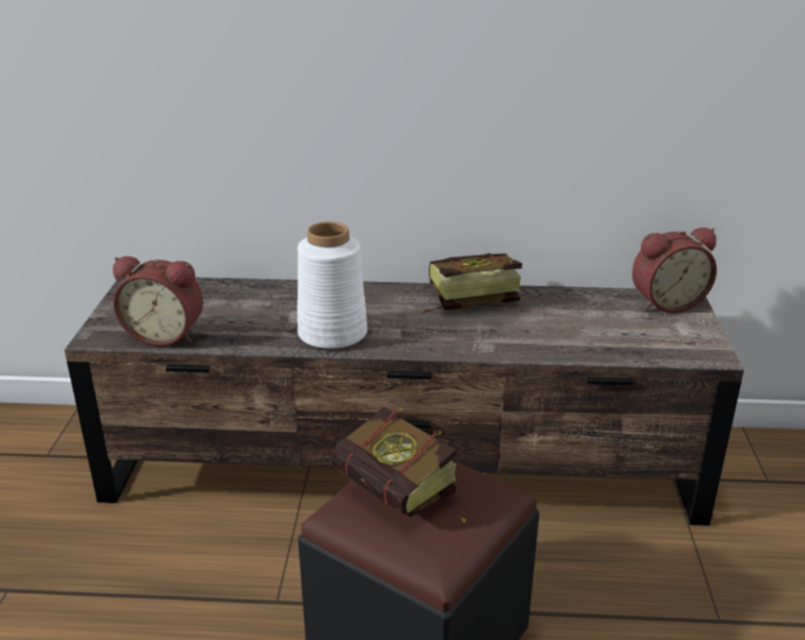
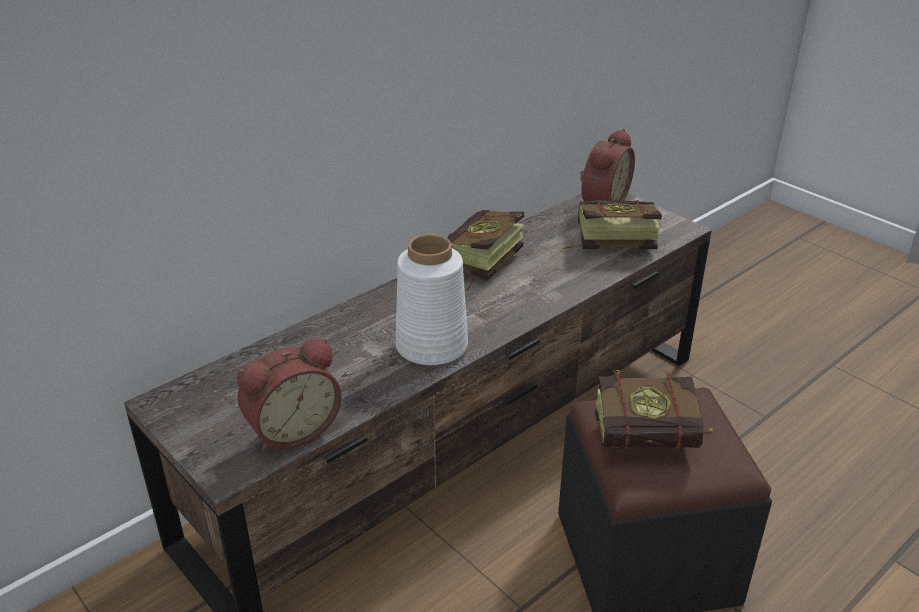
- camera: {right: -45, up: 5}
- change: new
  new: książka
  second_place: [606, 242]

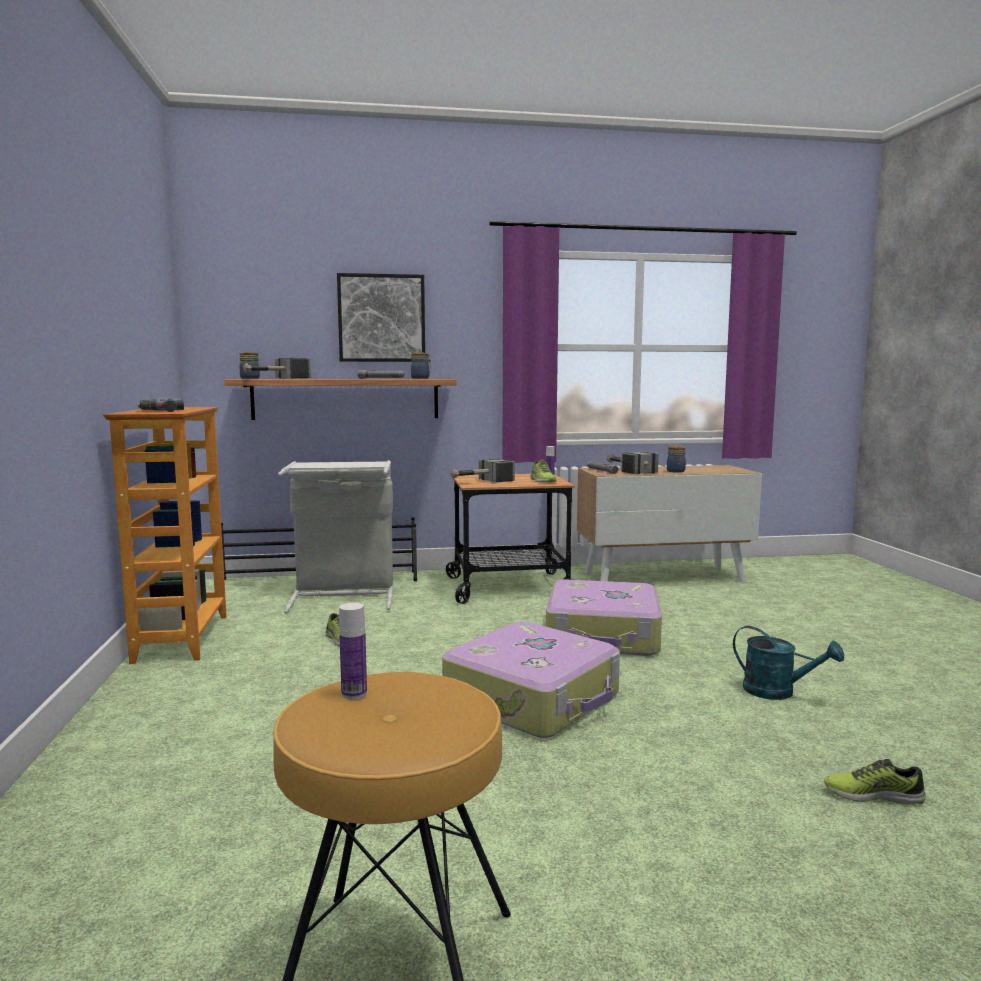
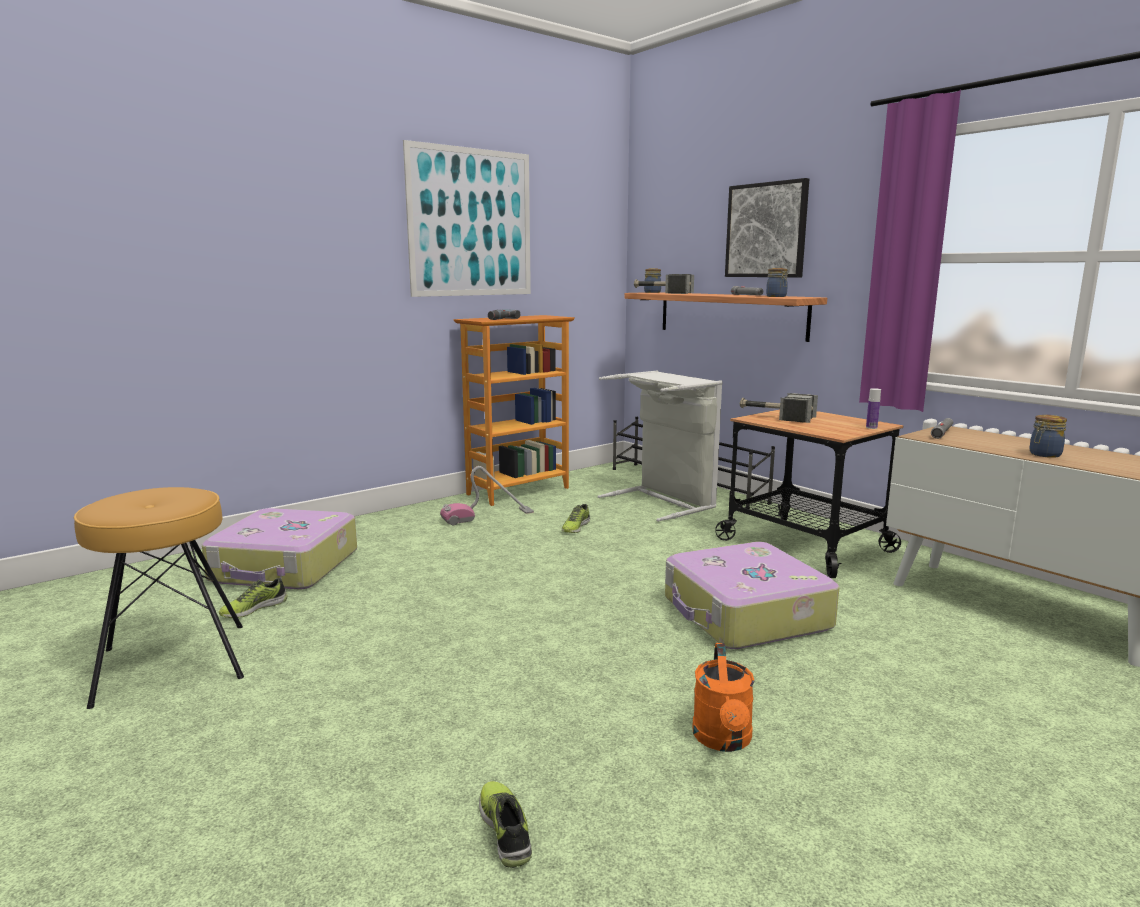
- camera: {right: 60, up: 5}
- change: gone
  old: młotek
  first_place: [628, 470]
- change: shifted
  old: but
  first_place: [542, 481]
  second_place: [254, 608]
- change: gone
  old: butelka
  first_place: [354, 693]
- change: shifted
  old: walizka
  first_place: [534, 698]
  second_place: [285, 567]
- change: repainted
  old: konewka (turkusowy)
  new: konewka (pomarańczowy)
  first_place: [778, 692]
  second_place: [723, 740]
- change: new
  new: obraz
  second_place: [471, 223]
- change: new
  new: odkurzacz
  second_place: [487, 516]

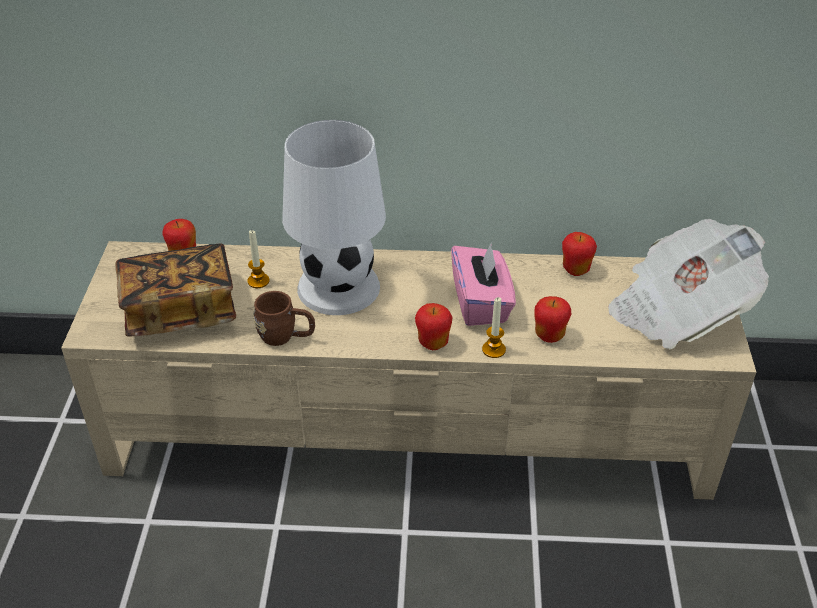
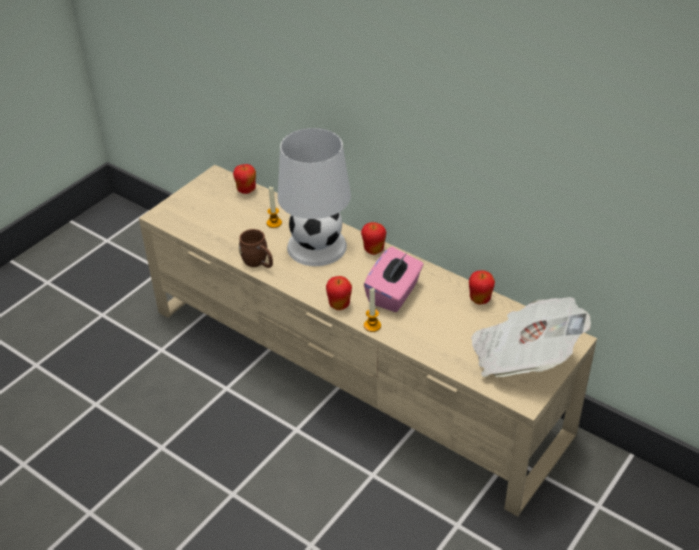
- camera: {right: 35, up: 0}
- change: gone
  old: książka
  first_place: [180, 310]
- change: shifted
  old: jabłko
  first_place: [549, 335]
  second_place: [373, 250]

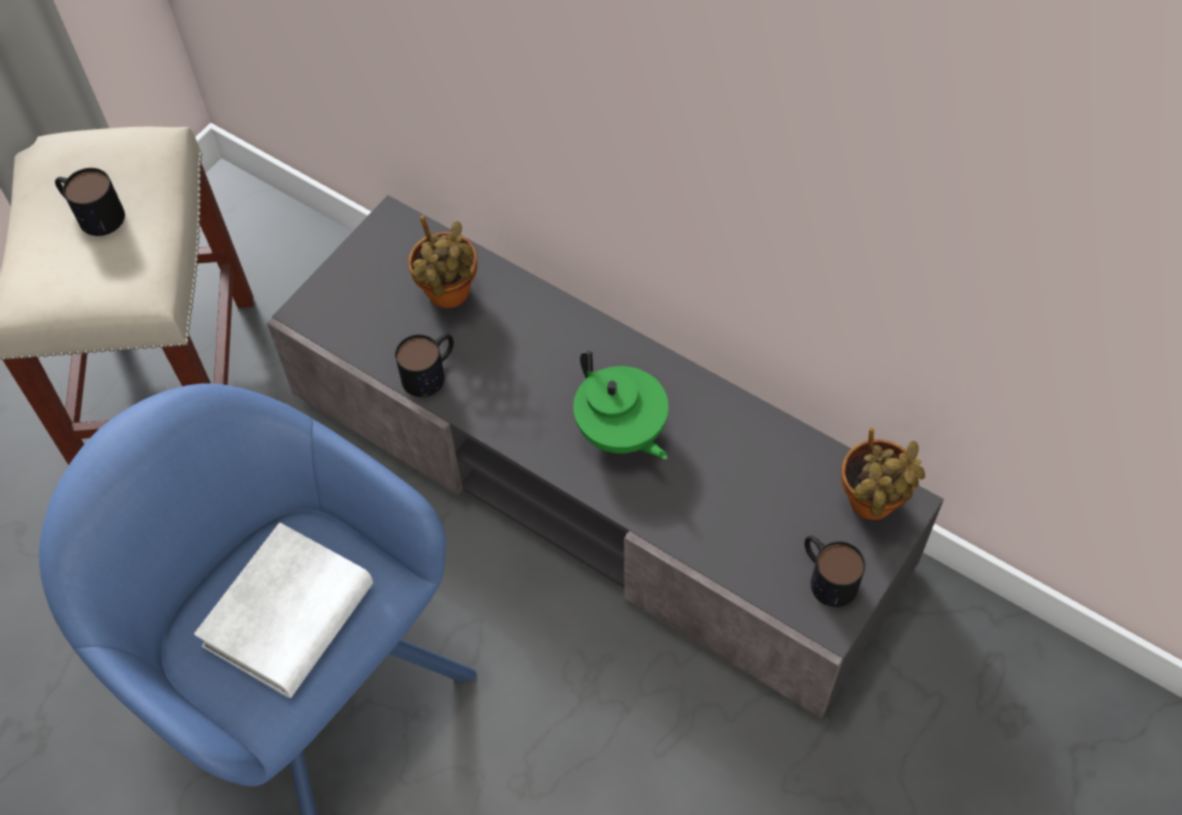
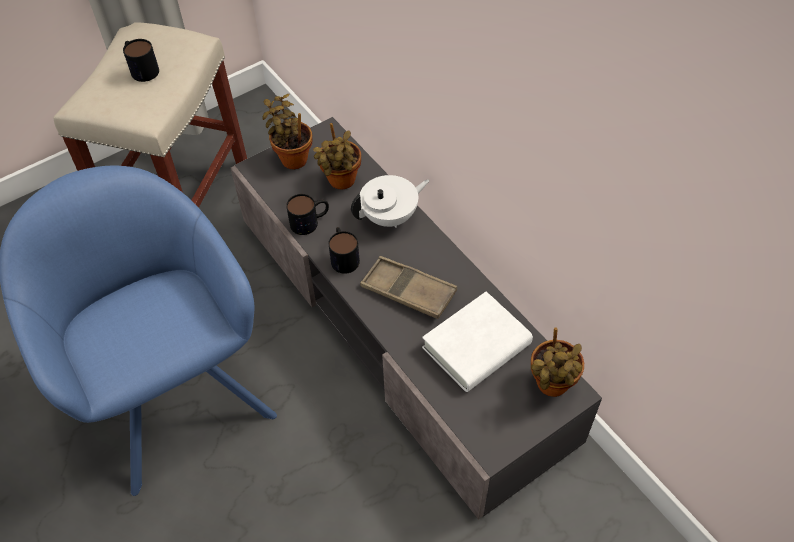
- camera: {right: 20, up: -5}
- change: swapped
  old: imbryk (zielony)
  new: taca (brązowy)
  first_place: [621, 433]
  second_place: [408, 291]
- change: shifted
  old: książka (biały)
  first_place: [289, 616]
  second_place: [476, 346]
- change: shifted
  old: kubek
  first_place: [826, 576]
  second_place: [343, 256]
- change: new
  new: roślina doniczkowa
  second_place: [292, 158]
- change: new
  new: imbryk (biały)
  second_place: [390, 217]

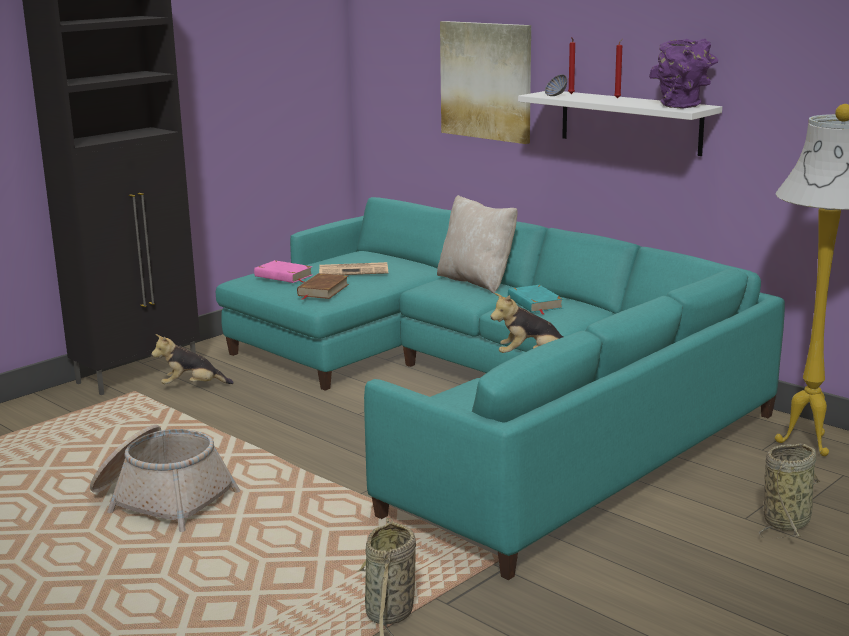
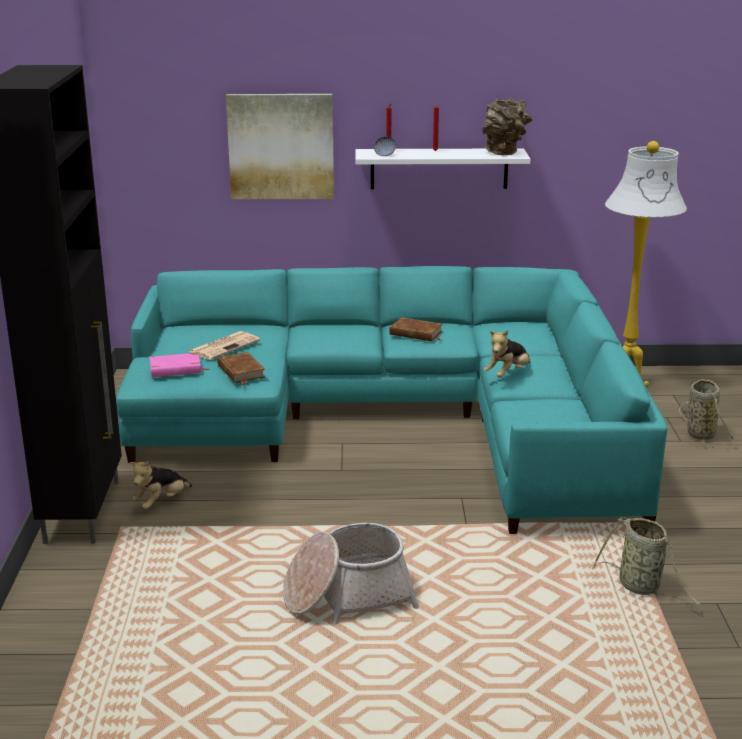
- camera: {right: -45, up: 5}
- change: repainted
  old: wazon (fioletowy)
  new: wazon (brązowy)
  first_place: [683, 106]
  second_place: [505, 152]
- change: gone
  old: poduszka (beżowy)
  first_place: [476, 281]
- change: repainted
  old: książka (turkusowy)
  new: książka (brązowy)
  first_place: [535, 303]
  second_place: [416, 333]

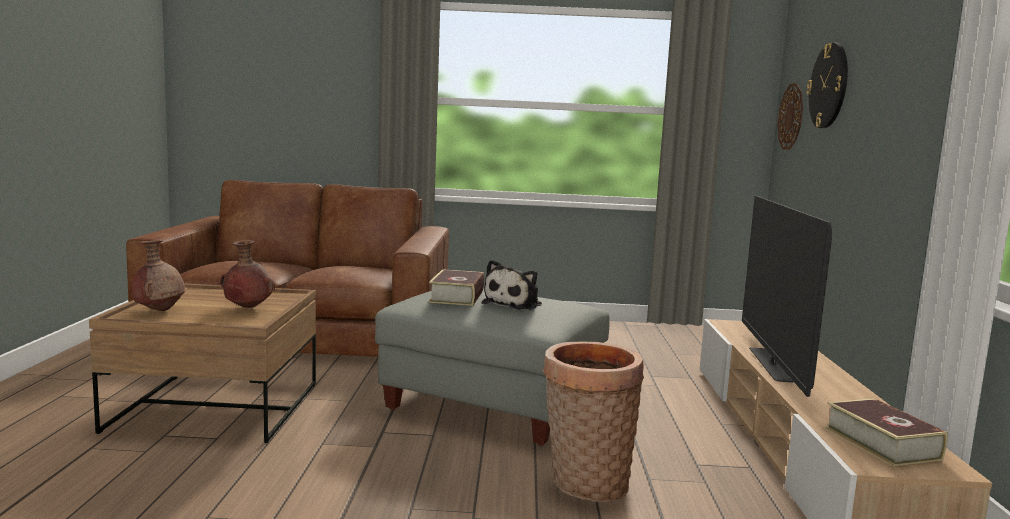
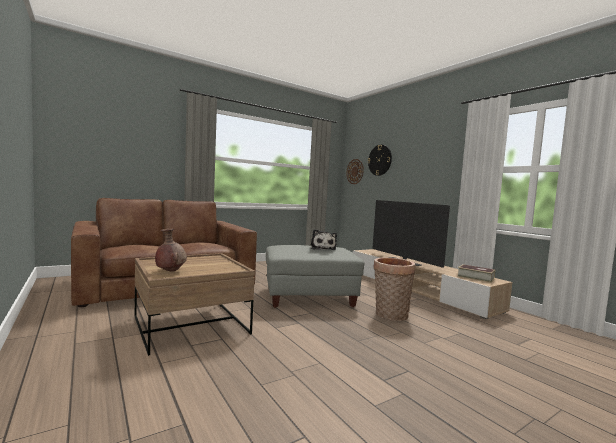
- camera: {right: -35, up: -5}
- change: gone
  old: wazon (brązowy)
  first_place: [247, 308]
- change: gone
  old: książka
  first_place: [457, 296]

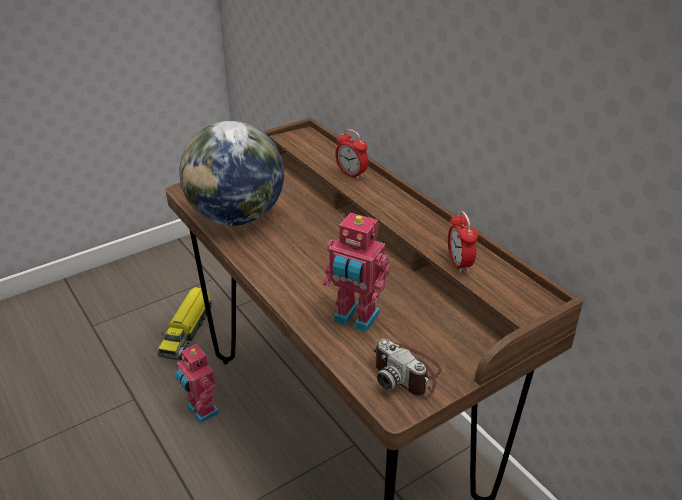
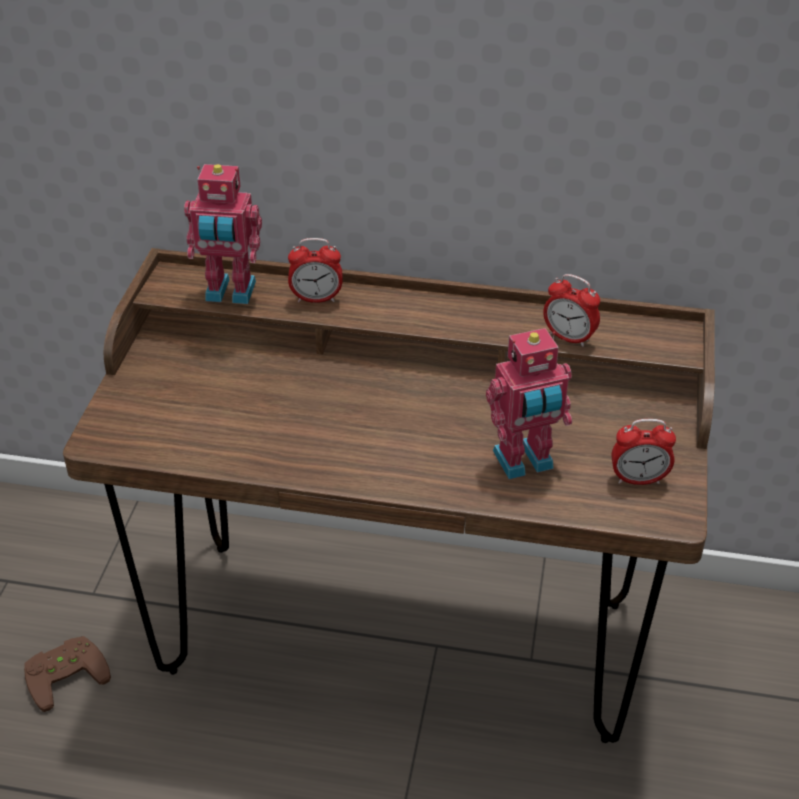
- camera: {right: -45, up: 5}
- change: gone
  old: globus
  first_place: [237, 217]
- change: swapped
  old: ciężarówka zabawkowa
  new: pad do gier (brązowy)
  first_place: [187, 331]
  second_place: [65, 672]
- change: swapped
  old: aparat fotograficzny
  new: budzik
  first_place: [407, 372]
  second_place: [638, 479]
- change: shifted
  old: robot zabawkowy
  first_place: [201, 411]
  second_place: [230, 293]

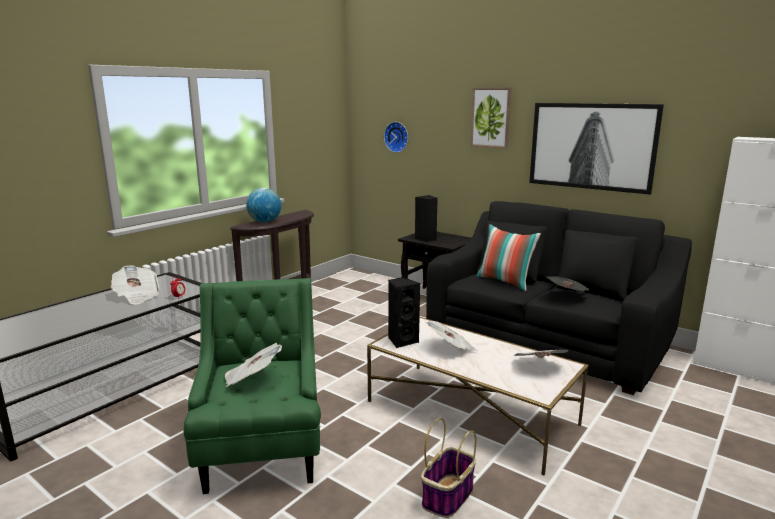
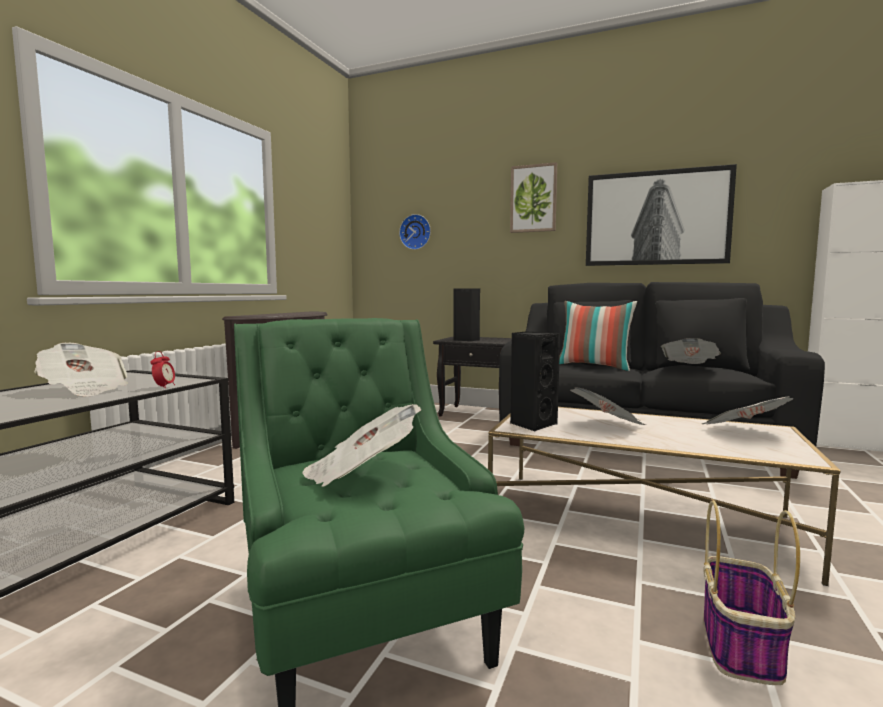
- camera: {right: -15, up: -10}
- change: gone
  old: globus
  first_place: [265, 222]

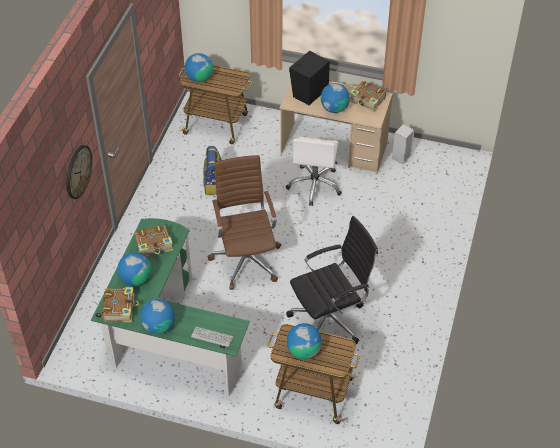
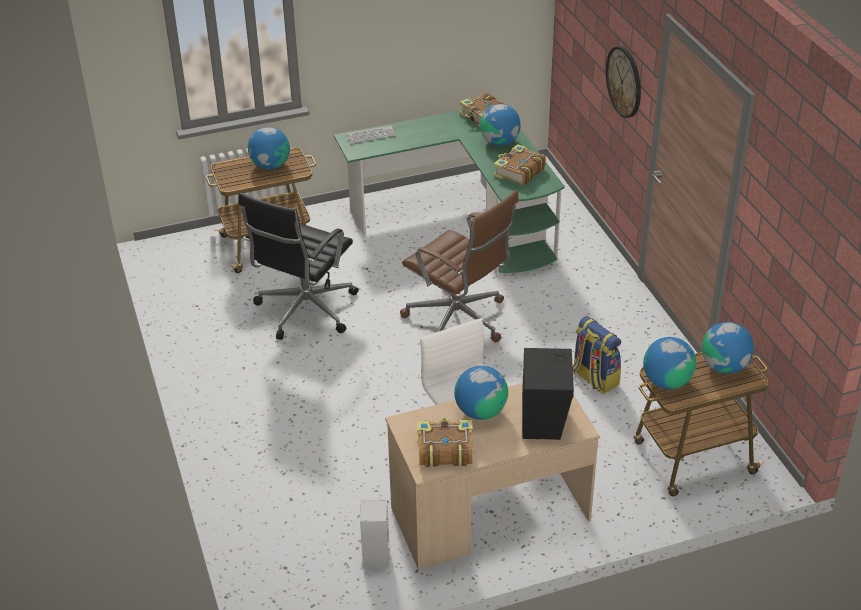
- camera: {right: 145, up: -10}
- change: shifted
  old: globus
  first_place: [159, 326]
  second_place: [667, 381]

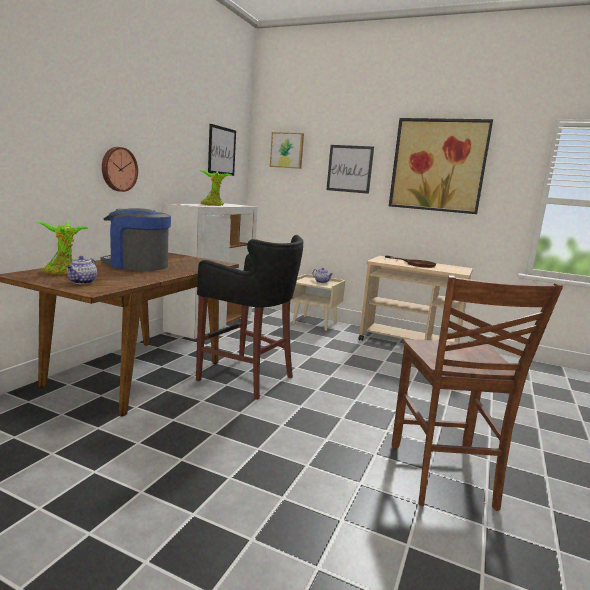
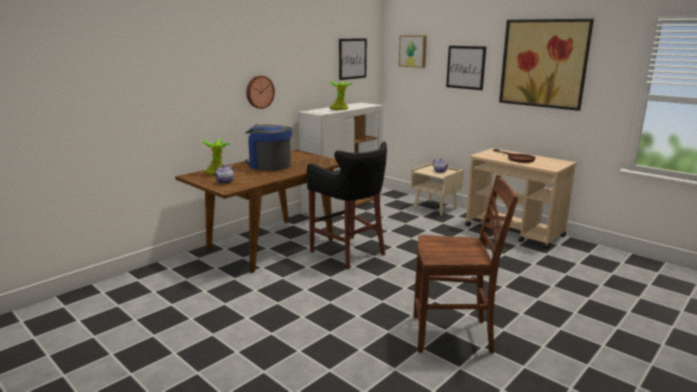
- camera: {right: 20, up: 5}
- change: rotated
  old: krzesło (brązowy)
  first_place: [442, 476]
  second_place: [453, 335]
  degrees: -105

